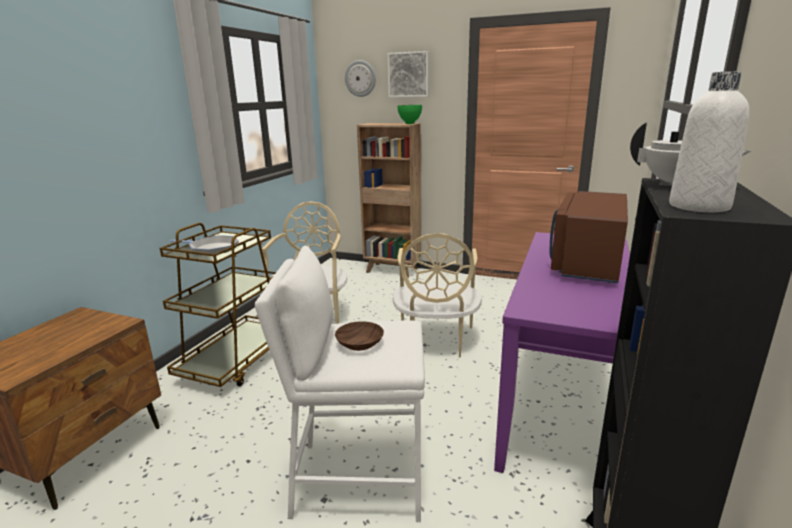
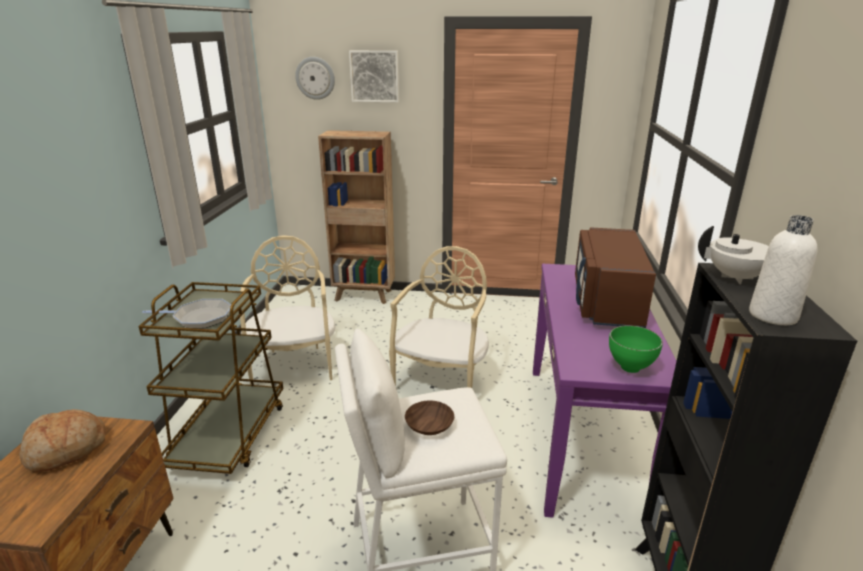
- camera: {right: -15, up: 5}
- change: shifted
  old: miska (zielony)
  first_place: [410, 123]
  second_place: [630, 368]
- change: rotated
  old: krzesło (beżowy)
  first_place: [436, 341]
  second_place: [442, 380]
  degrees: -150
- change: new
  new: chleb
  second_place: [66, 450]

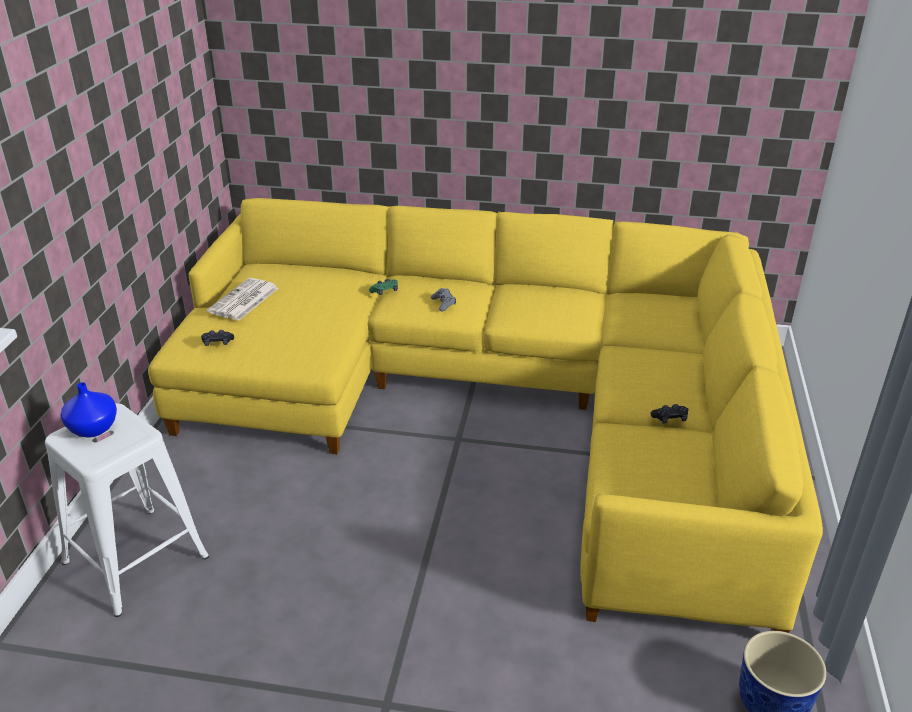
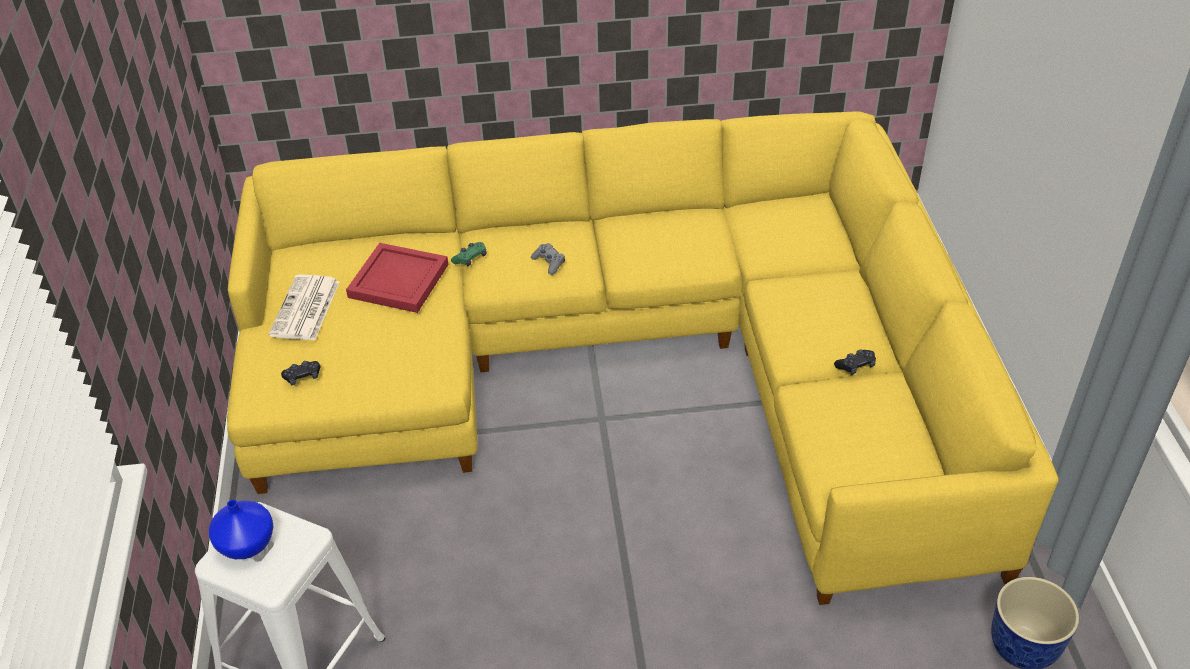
- camera: {right: -15, up: 10}
- change: new
  new: taca (czerwony)
  second_place: [400, 280]

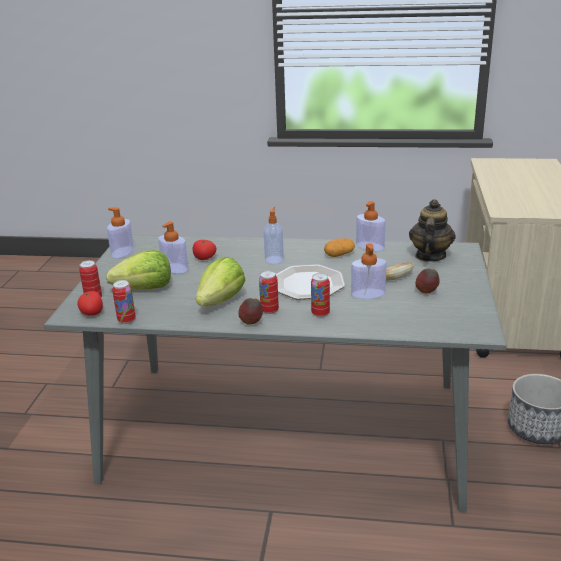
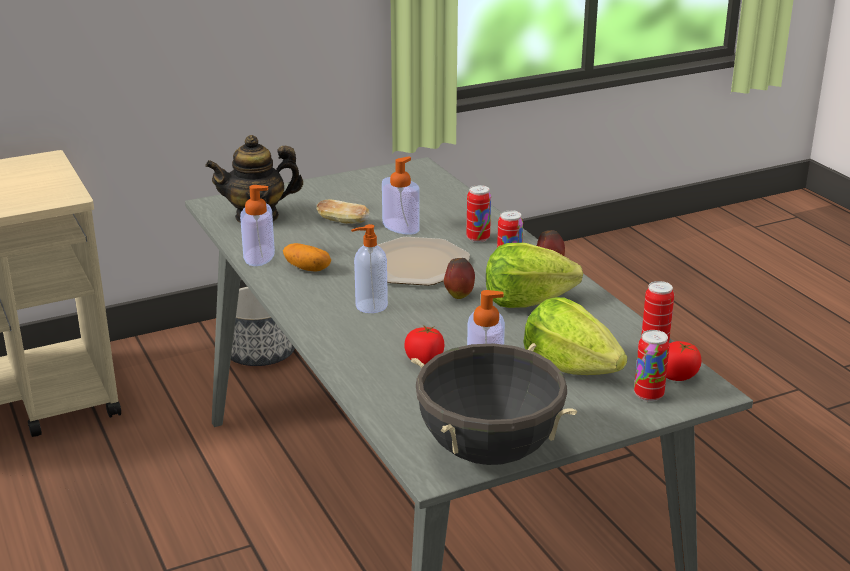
- camera: {right: -125, up: 0}
- change: swapped
  old: dozownik mydła
  new: garnek (czarny)
  first_place: [122, 252]
  second_place: [489, 450]
- change: shifted
  old: jabłko
  first_place: [426, 292]
  second_place: [459, 295]

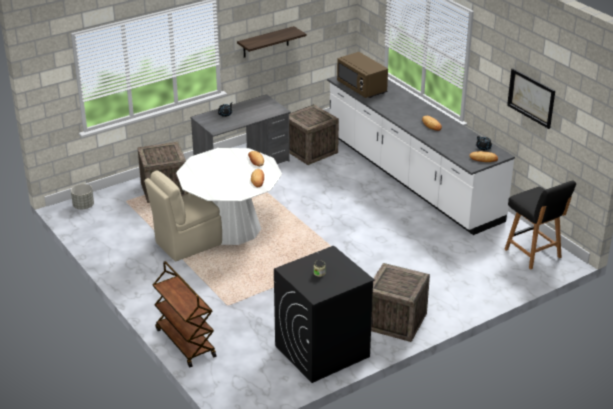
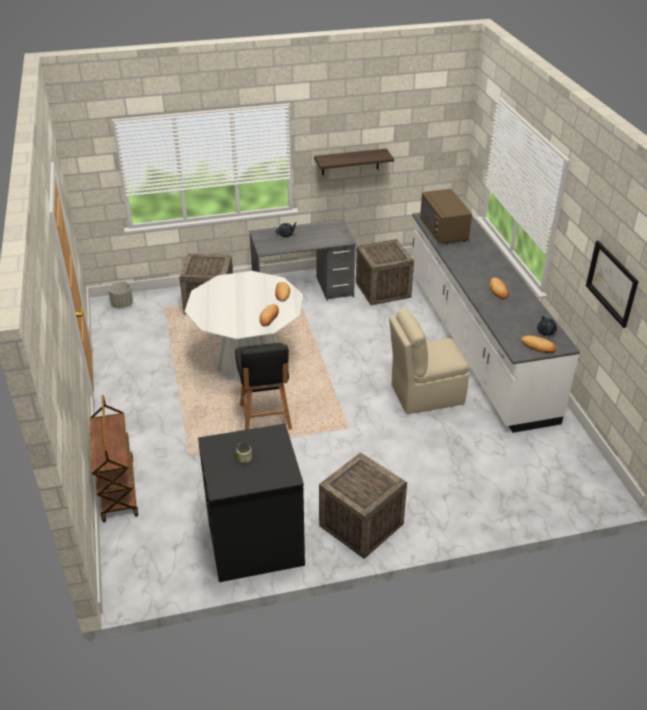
- camera: {right: 20, up: 5}
- change: shifted
  old: krzesło (beżowy)
  first_place: [187, 244]
  second_place: [425, 394]
- change: shifted
  old: krzesło (czarny)
  first_place: [533, 254]
  second_place: [265, 418]

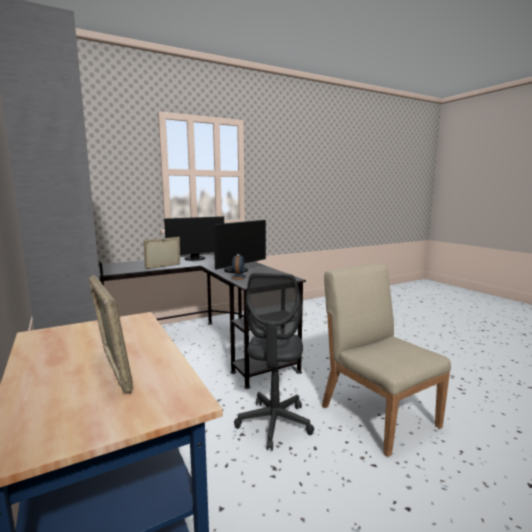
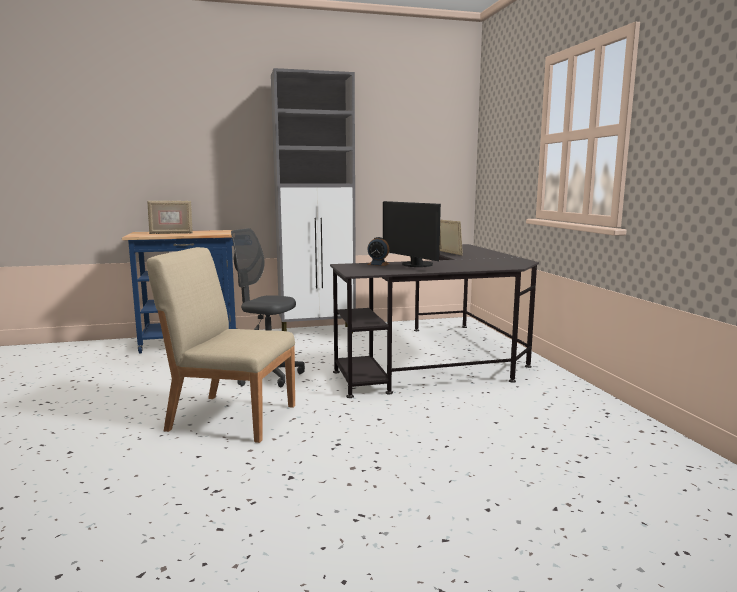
- camera: {right: 105, up: 0}
- change: gone
  old: monitor
  first_place: [195, 259]
- change: rotated
  old: krzesło (beżowy)
  first_place: [378, 415]
  second_place: [231, 417]
  degrees: -150

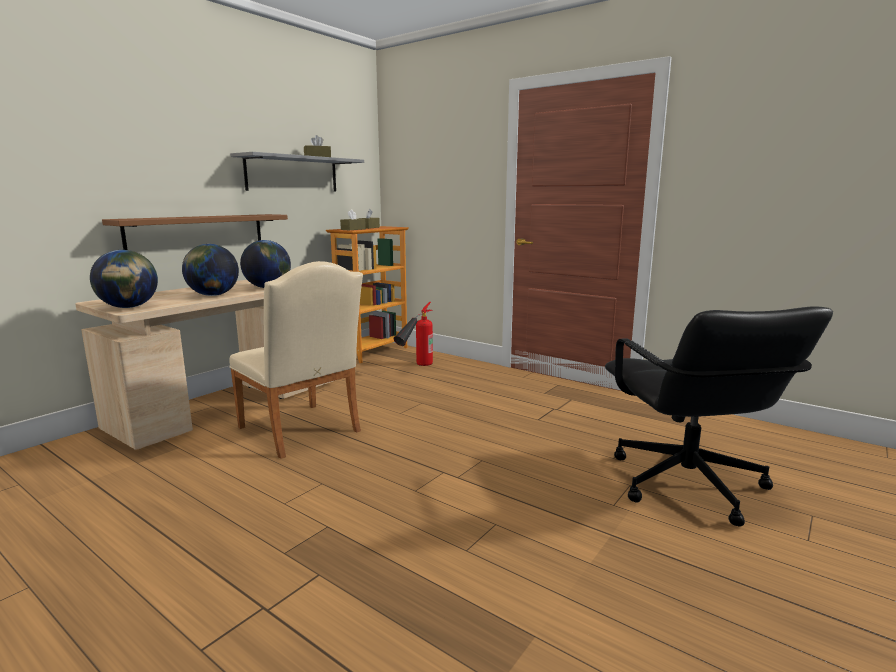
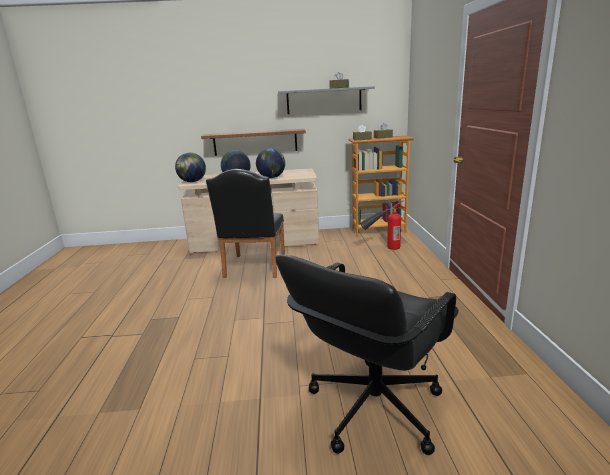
- camera: {right: 50, up: 5}
- change: repainted
  old: krzesło (beżowy)
  new: krzesło (czarny)
  first_place: [302, 432]
  second_place: [254, 268]

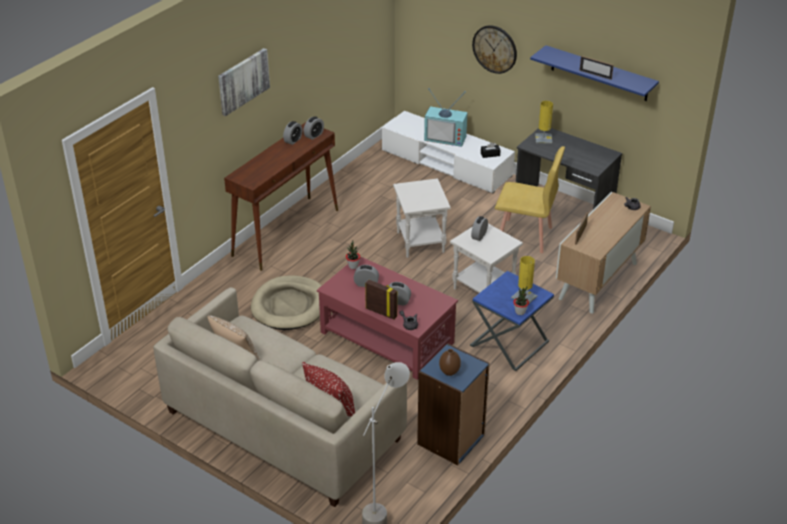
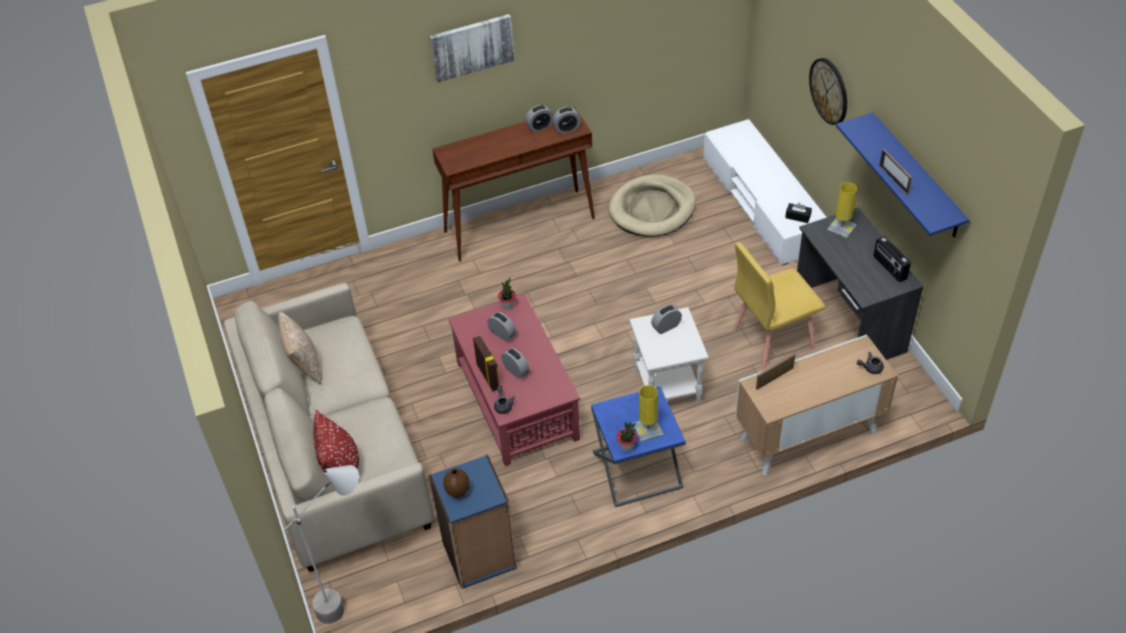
- camera: {right: 35, up: 10}
- change: gone
  old: telewizor
  first_place: [446, 137]
- change: rotated
  old: krzesło (żółty)
  first_place: [525, 236]
  second_place: [772, 338]
  degrees: 105
- change: gone
  old: stolik (biały)
  first_place: [421, 242]
- change: shifted
  old: legowisko (beżowy)
  first_place: [289, 306]
  second_place: [652, 209]
- change: new
  new: radio
  second_place: [889, 268]

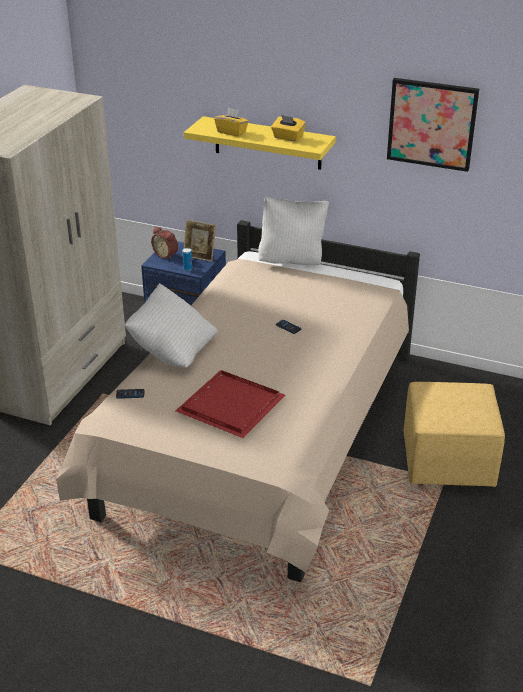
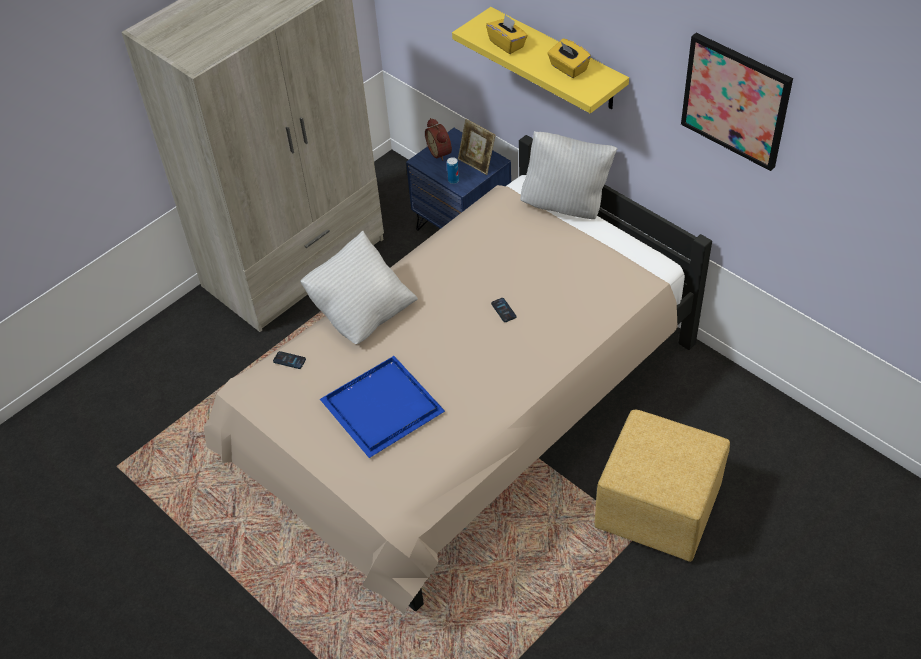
- camera: {right: 25, up: 15}
- change: repainted
  old: taca (czerwony)
  new: taca (niebieski)
  first_place: [230, 404]
  second_place: [382, 405]

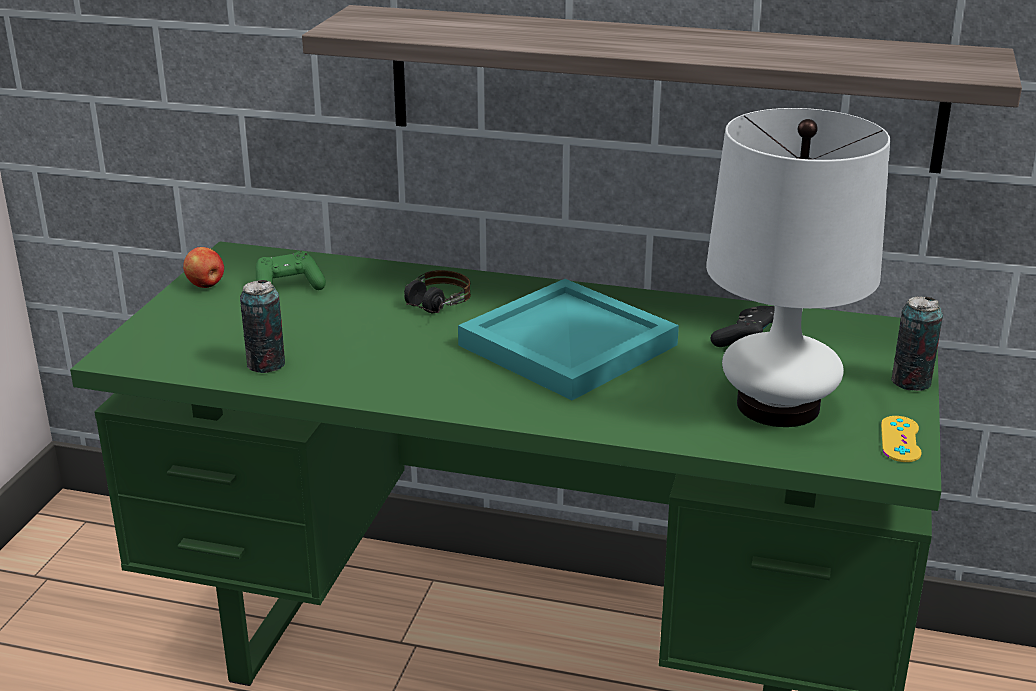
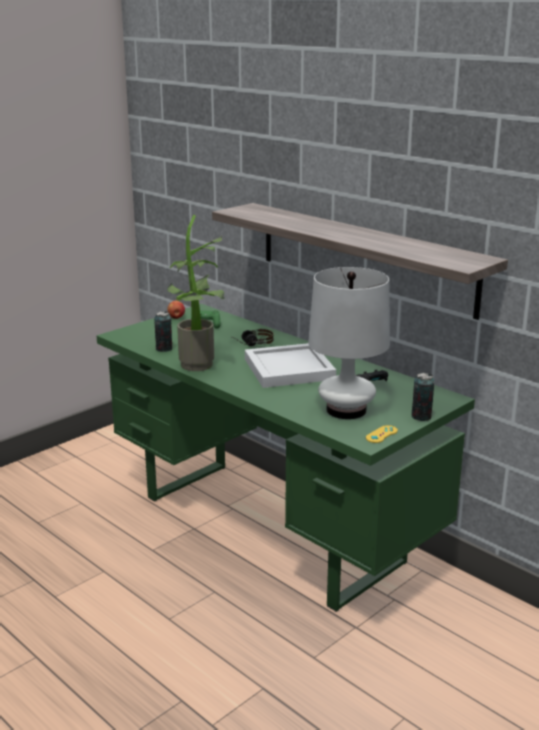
- camera: {right: 30, up: -5}
- change: repainted
  old: taca (turkusowy)
  new: taca (biały)
  first_place: [568, 347]
  second_place: [288, 369]
- change: new
  new: roślina doniczkowa
  second_place: [200, 366]

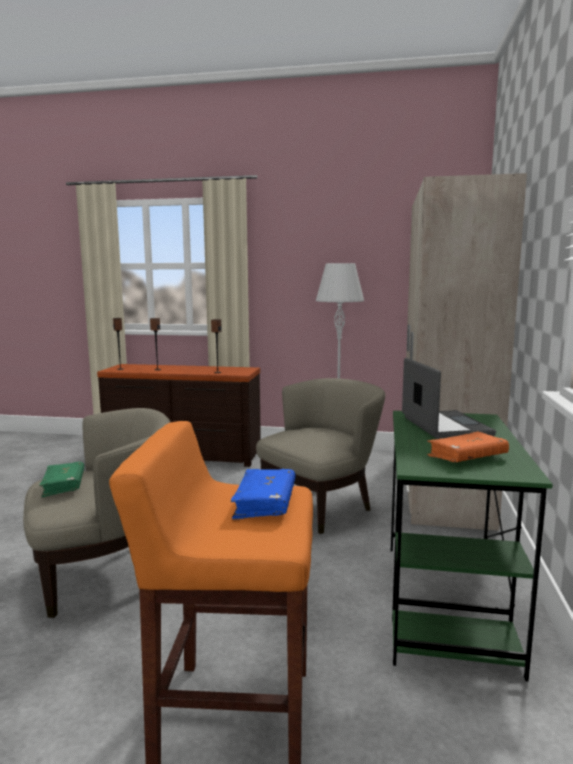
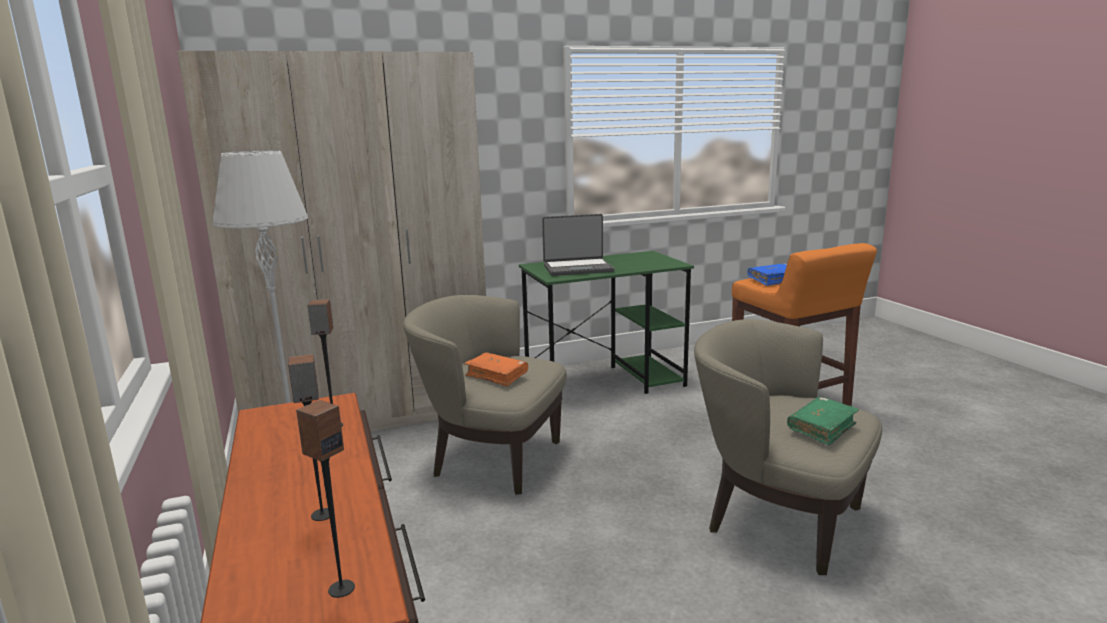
- camera: {right: -120, up: 5}
- change: rotated
  old: laptop
  first_place: [444, 426]
  second_place: [578, 268]
  degrees: -150
- change: shifted
  old: książka (pomarańczowy)
  first_place: [467, 457]
  second_place: [497, 375]

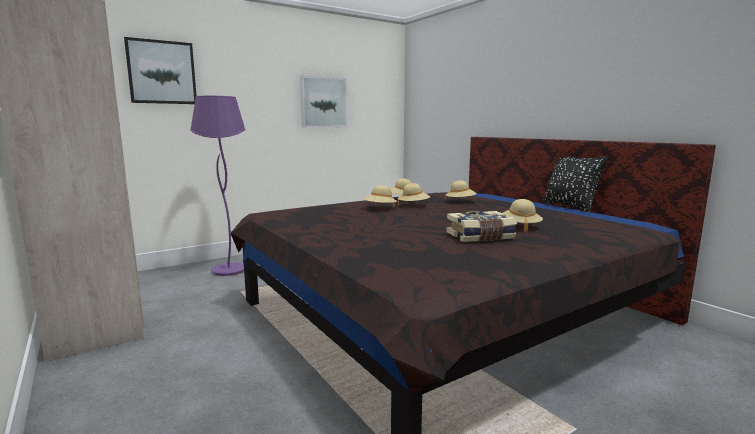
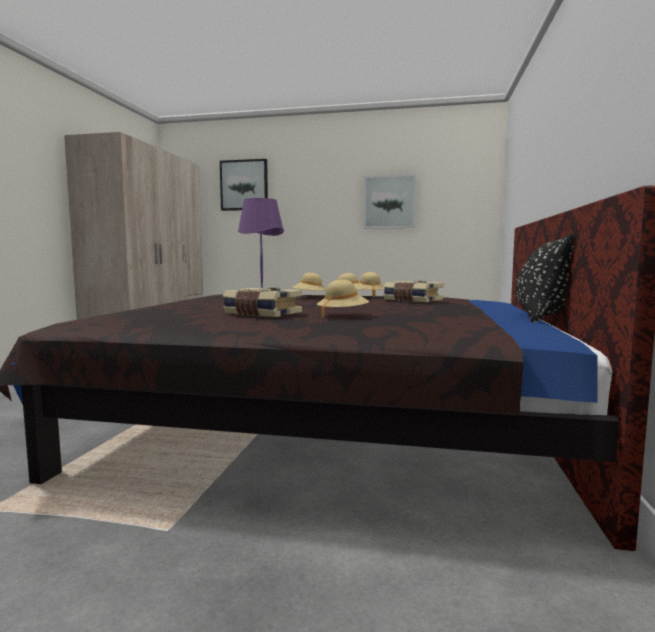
- camera: {right: 45, up: -5}
- change: swapped
  old: kapelusz (beżowy)
  new: książka
  first_place: [460, 201]
  second_place: [412, 301]

